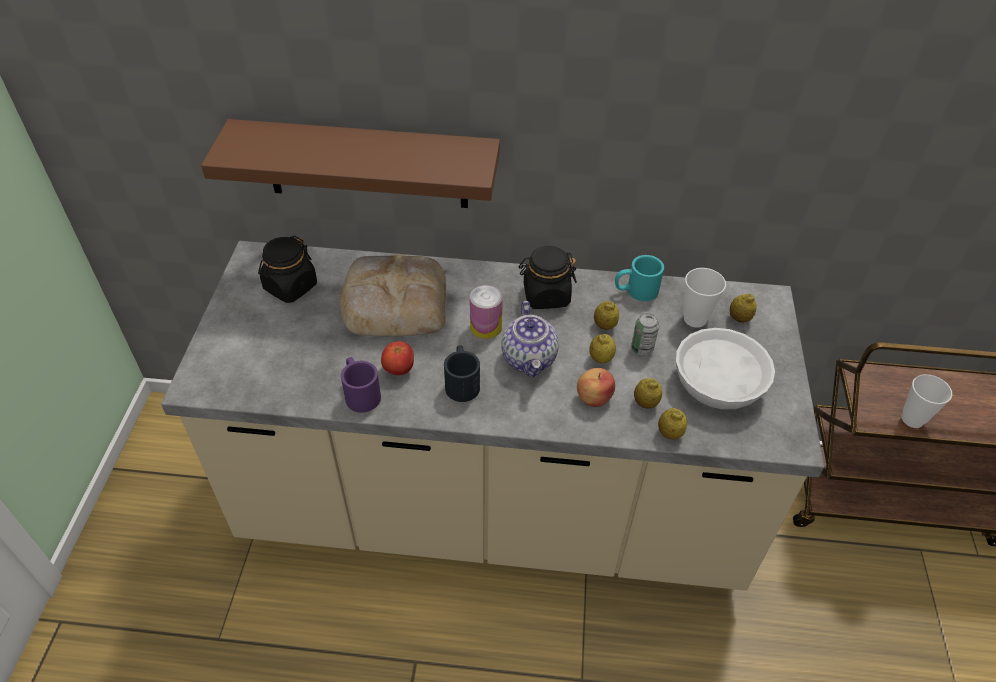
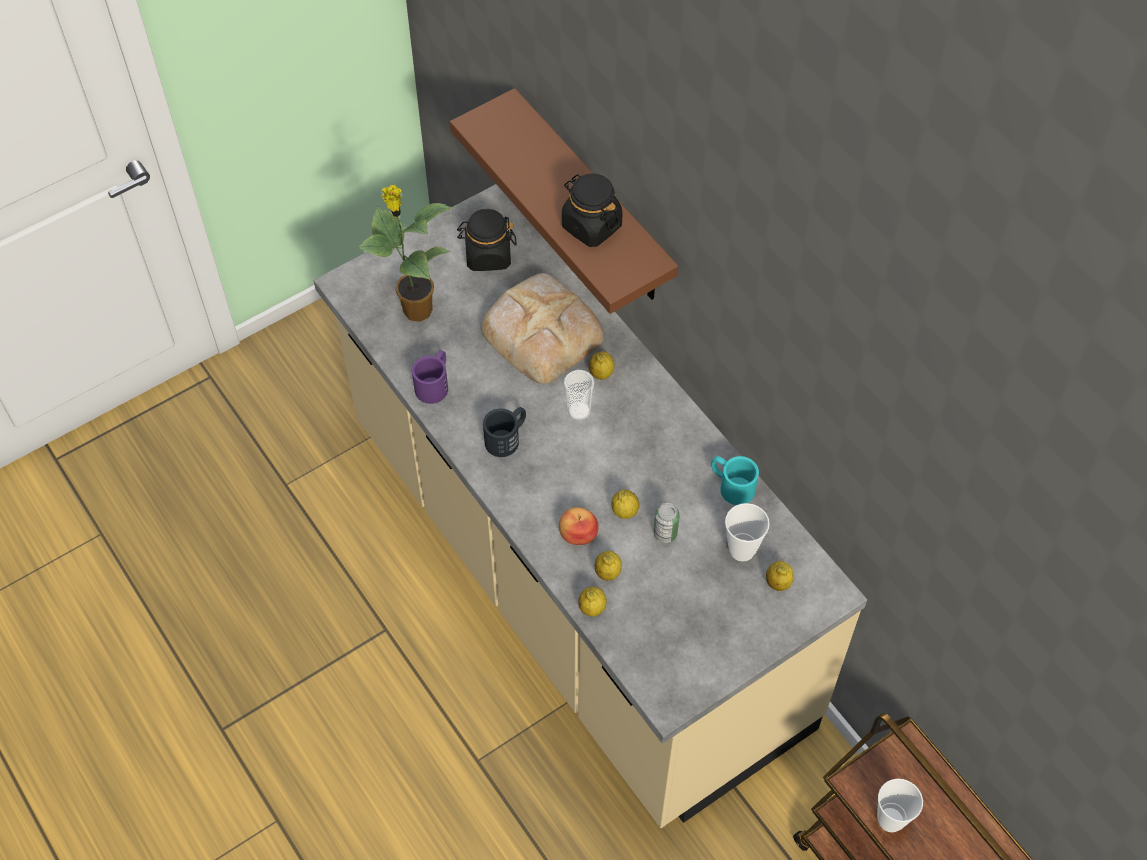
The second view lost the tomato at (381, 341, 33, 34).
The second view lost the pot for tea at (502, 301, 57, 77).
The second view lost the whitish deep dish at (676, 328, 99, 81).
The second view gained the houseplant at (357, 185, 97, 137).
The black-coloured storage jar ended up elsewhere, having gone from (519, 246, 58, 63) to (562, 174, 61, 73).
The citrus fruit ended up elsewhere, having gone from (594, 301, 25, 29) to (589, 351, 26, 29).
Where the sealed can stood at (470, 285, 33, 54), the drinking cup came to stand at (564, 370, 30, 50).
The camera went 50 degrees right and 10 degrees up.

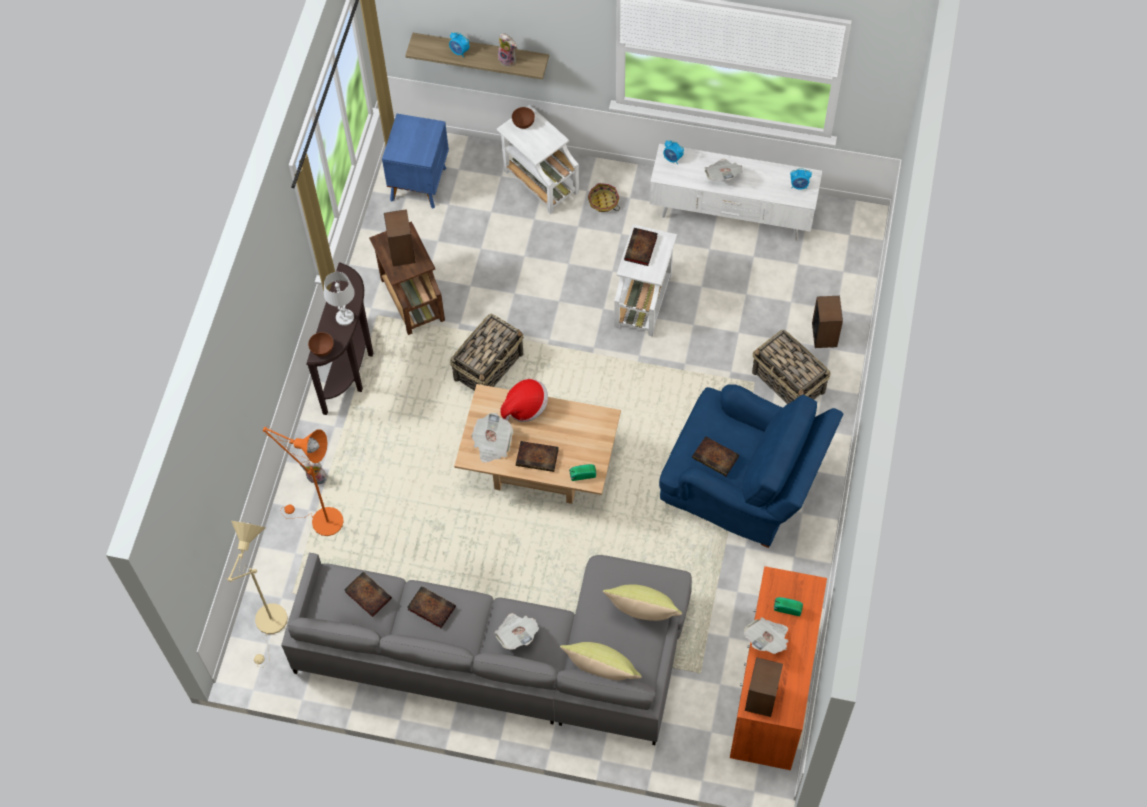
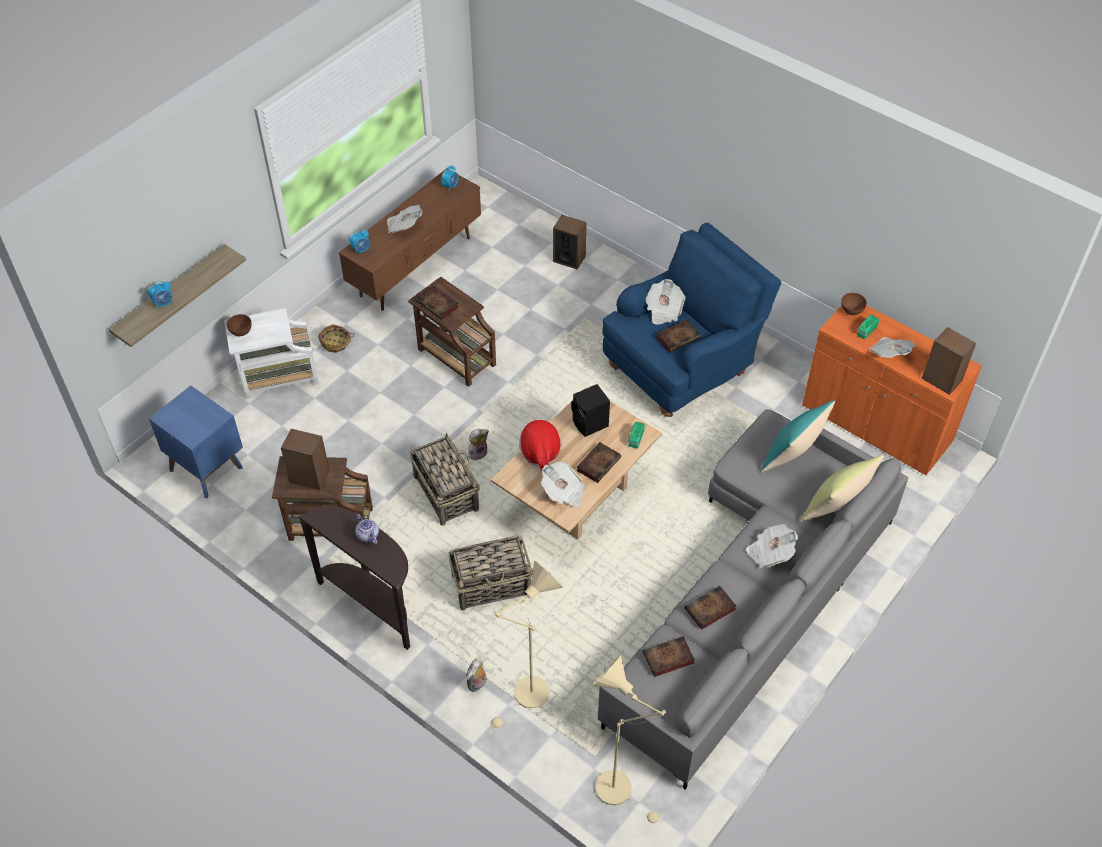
The second view gained the black-coloured audio speaker at (571, 384, 39, 53).
The second view gained the daily paper at (645, 279, 41, 46).
The brown deep dish ended up elsewhere, having gone from (308, 332, 26, 24) to (841, 293, 26, 22).
The plush toy ended up elsewhere, having gone from (498, 33, 19, 34) to (468, 429, 21, 31).
The storage basket ended up elsewhere, having gone from (752, 330, 78, 74) to (449, 535, 84, 76).
Where the whitish table lamp stood at (324, 272, 31, 54), the pot for tea came to stand at (355, 513, 24, 32).
What was the orange-coloured standing lamp at (263, 426, 81, 110) turned into the beige standing lamp at (491, 560, 72, 172).
What was the yellow throw pillow at (603, 584, 79, 37) turned into the turquoise throw pillow at (760, 400, 75, 72).
What was the whitish side table at (614, 224, 63, 113) turned into the brown side table at (408, 277, 88, 110).
What was the whitish media console at (650, 144, 172, 97) turned into the brown media console at (339, 168, 142, 143).
The camera went 65 degrees left and 10 degrees down.

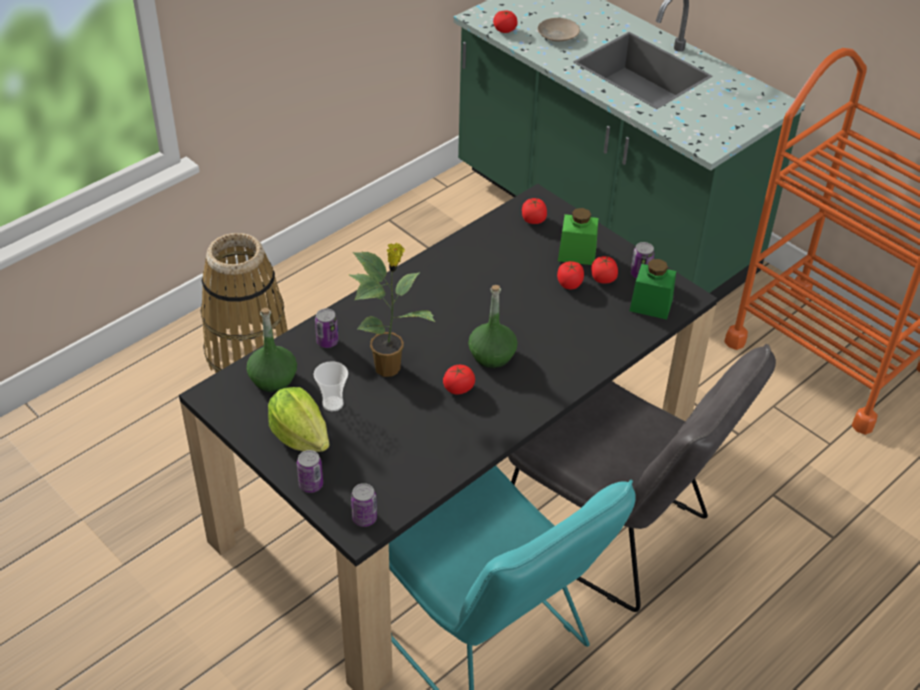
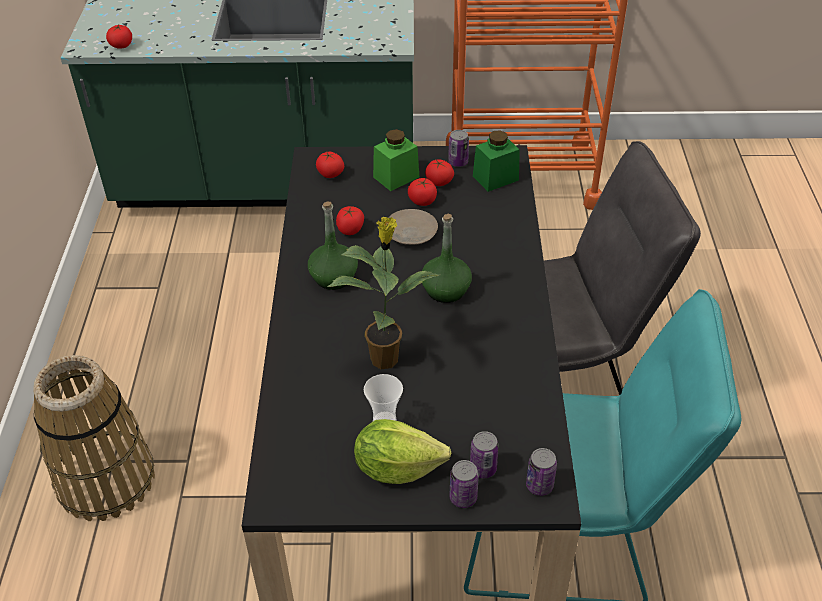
The greenish drink bottle ended up elsewhere, having gone from (246, 308, 51, 84) to (308, 201, 50, 89).
The sealed can ended up elsewhere, having gone from (315, 308, 23, 40) to (470, 431, 29, 47).
The tomato ended up elsewhere, having gone from (443, 365, 32, 29) to (336, 206, 28, 29).
The beige flat dish ended up elsewhere, having gone from (537, 18, 43, 24) to (388, 209, 50, 36).
The camera went 45 degrees left and 0 degrees up.

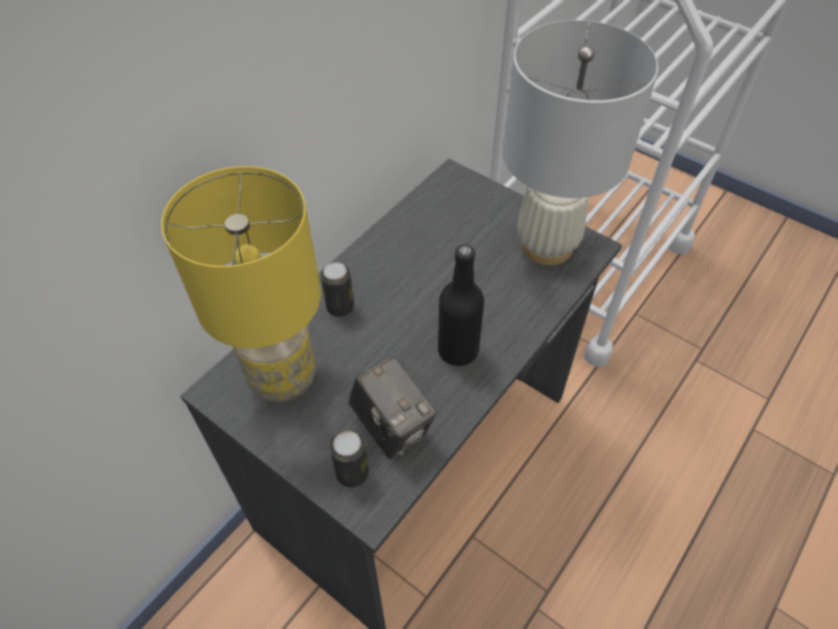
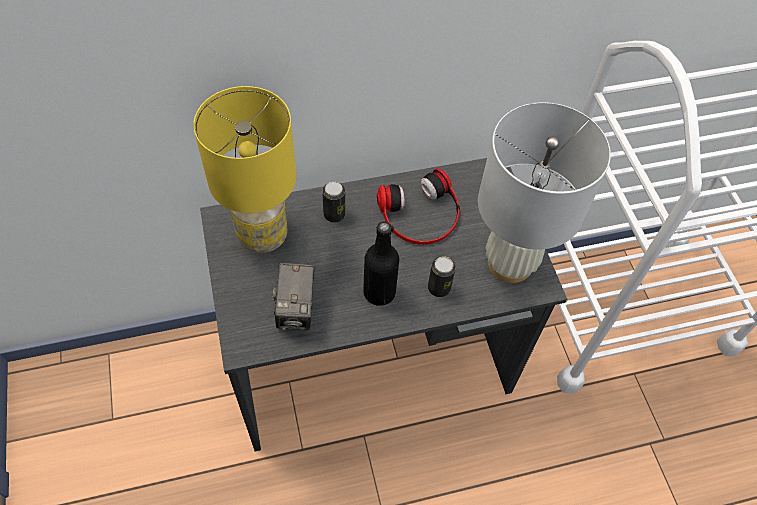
The second view gained the headset at (377, 169, 83, 76).
The sealed can ended up elsewhere, having gone from (330, 430, 39, 58) to (428, 256, 28, 41).
The camera went 35 degrees right and 5 degrees up.

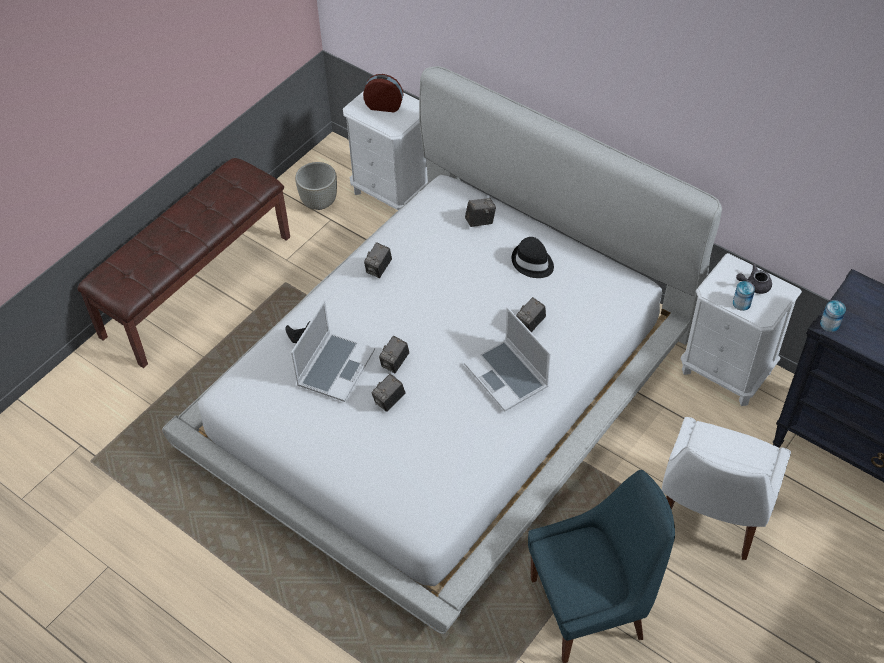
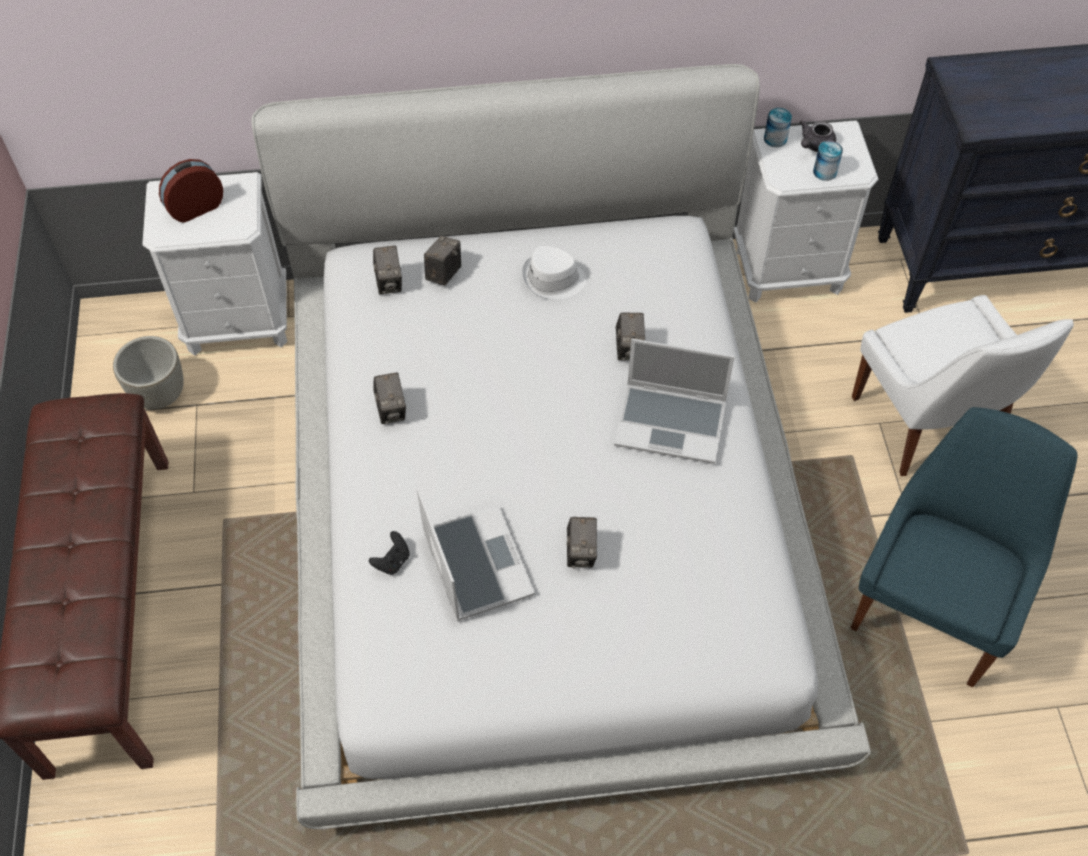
The still camera ended up elsewhere, having gone from (379, 336, 30, 37) to (373, 246, 29, 48).
The sealed can ended up elsewhere, having gone from (820, 300, 26, 32) to (764, 108, 28, 39).
What was the black-coloured hat at (512, 237, 42, 41) turned into the whitish hat at (522, 246, 64, 54).
The camera went 45 degrees left and 5 degrees up.

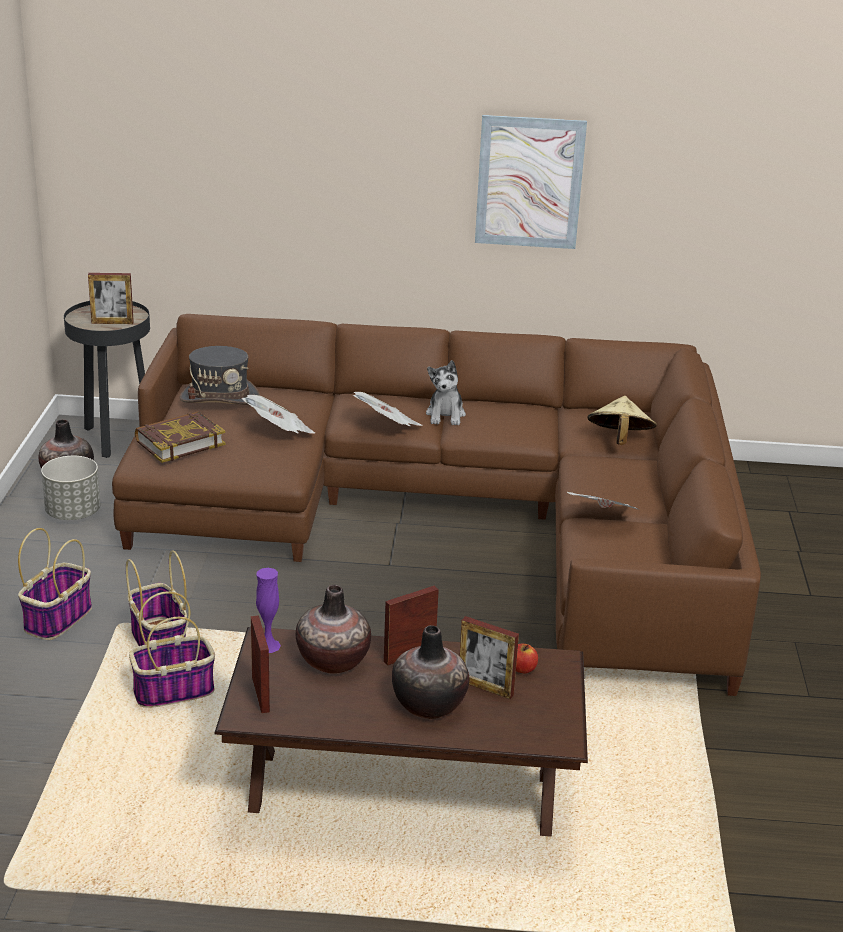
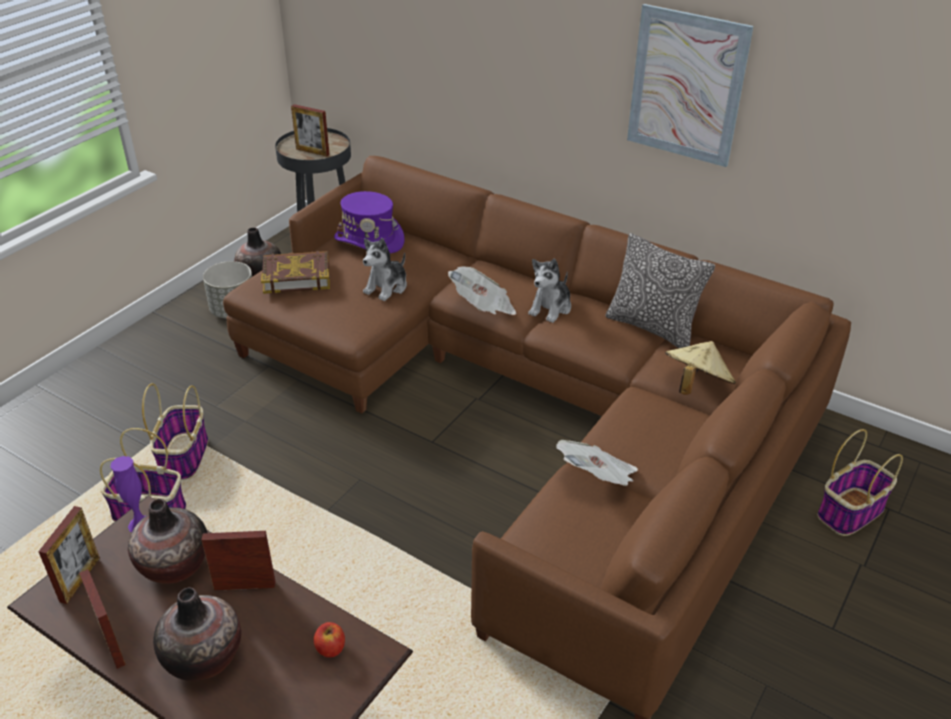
The second view gained the throw pillow at (605, 233, 110, 115).
The storage basket ended up elsewhere, having gone from (18, 528, 74, 112) to (817, 429, 86, 107).
The standing frame ended up elsewhere, having gone from (460, 616, 59, 83) to (79, 569, 47, 100).
Where the daily paper stood at (242, 395, 73, 39), the plush toy came to stand at (363, 238, 44, 63).
What was the grey hat at (180, 346, 80, 59) turned into the purple-coloured hat at (334, 191, 70, 63).
The camera went 30 degrees right and 10 degrees up.

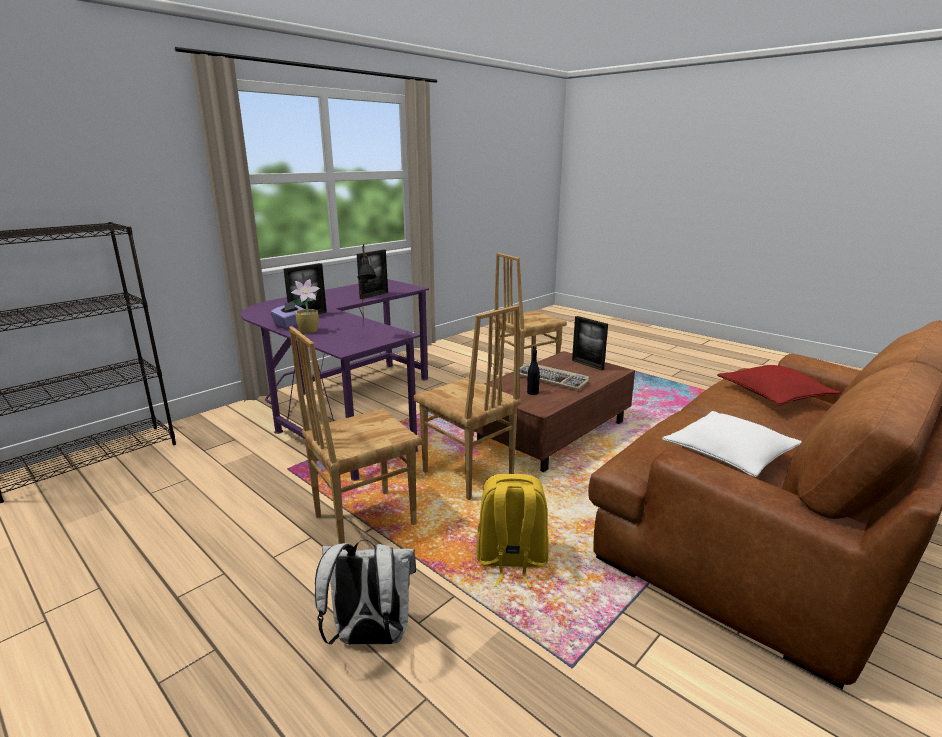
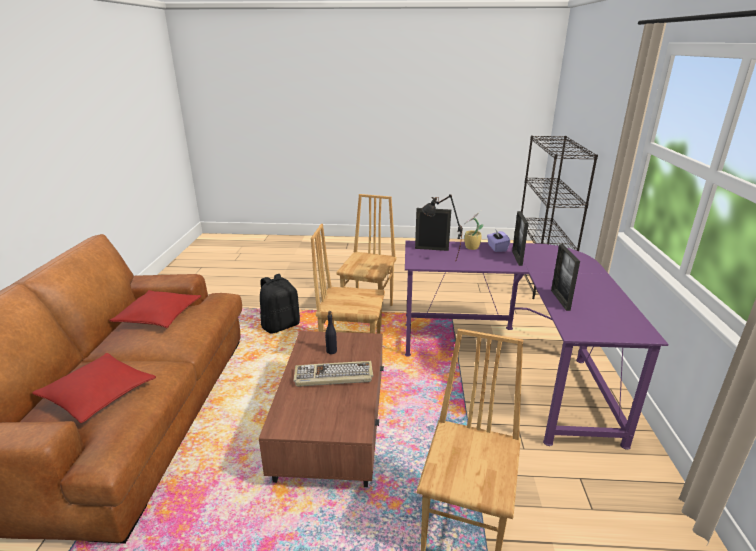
The second view lost the whitish knapsack at (315, 539, 101, 106).
The standing frame ended up elsewhere, having gone from (572, 316, 36, 54) to (415, 208, 36, 43).
What was the yellow knapsack at (476, 474, 73, 114) turned into the black-coloured knapsack at (260, 274, 40, 60).
What was the whitish throw pillow at (662, 411, 140, 66) turned into the reddish throw pillow at (109, 290, 92, 38).
The camera went 140 degrees right and 5 degrees up.

